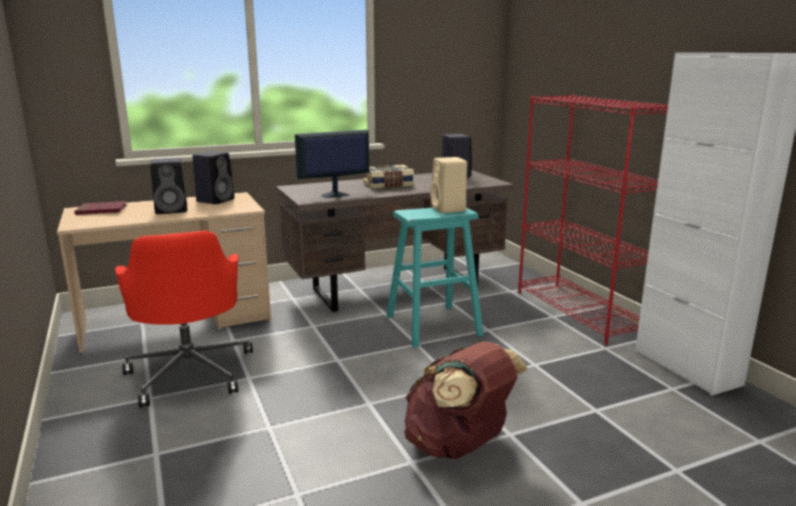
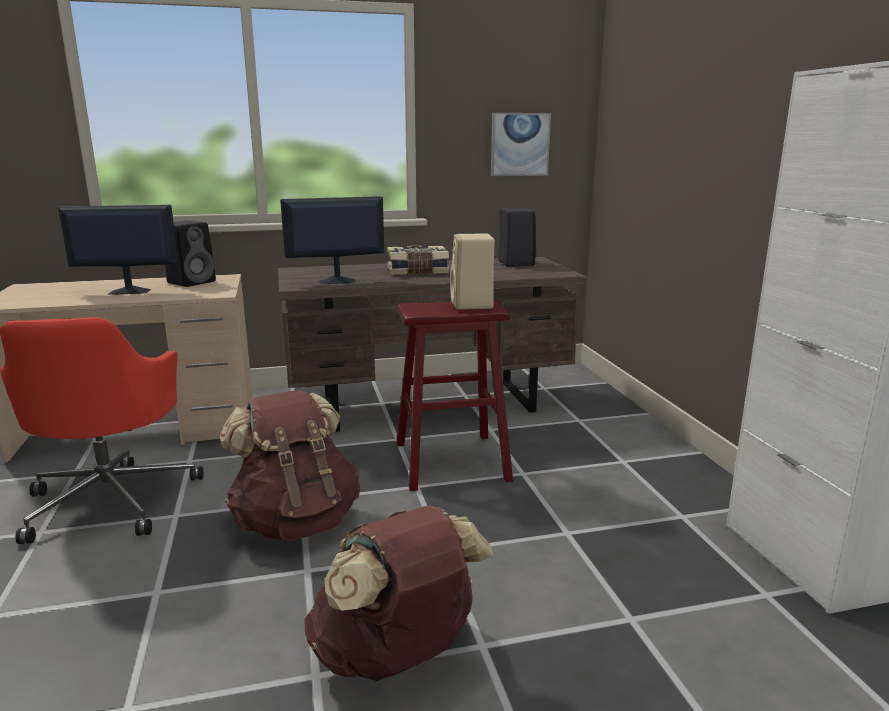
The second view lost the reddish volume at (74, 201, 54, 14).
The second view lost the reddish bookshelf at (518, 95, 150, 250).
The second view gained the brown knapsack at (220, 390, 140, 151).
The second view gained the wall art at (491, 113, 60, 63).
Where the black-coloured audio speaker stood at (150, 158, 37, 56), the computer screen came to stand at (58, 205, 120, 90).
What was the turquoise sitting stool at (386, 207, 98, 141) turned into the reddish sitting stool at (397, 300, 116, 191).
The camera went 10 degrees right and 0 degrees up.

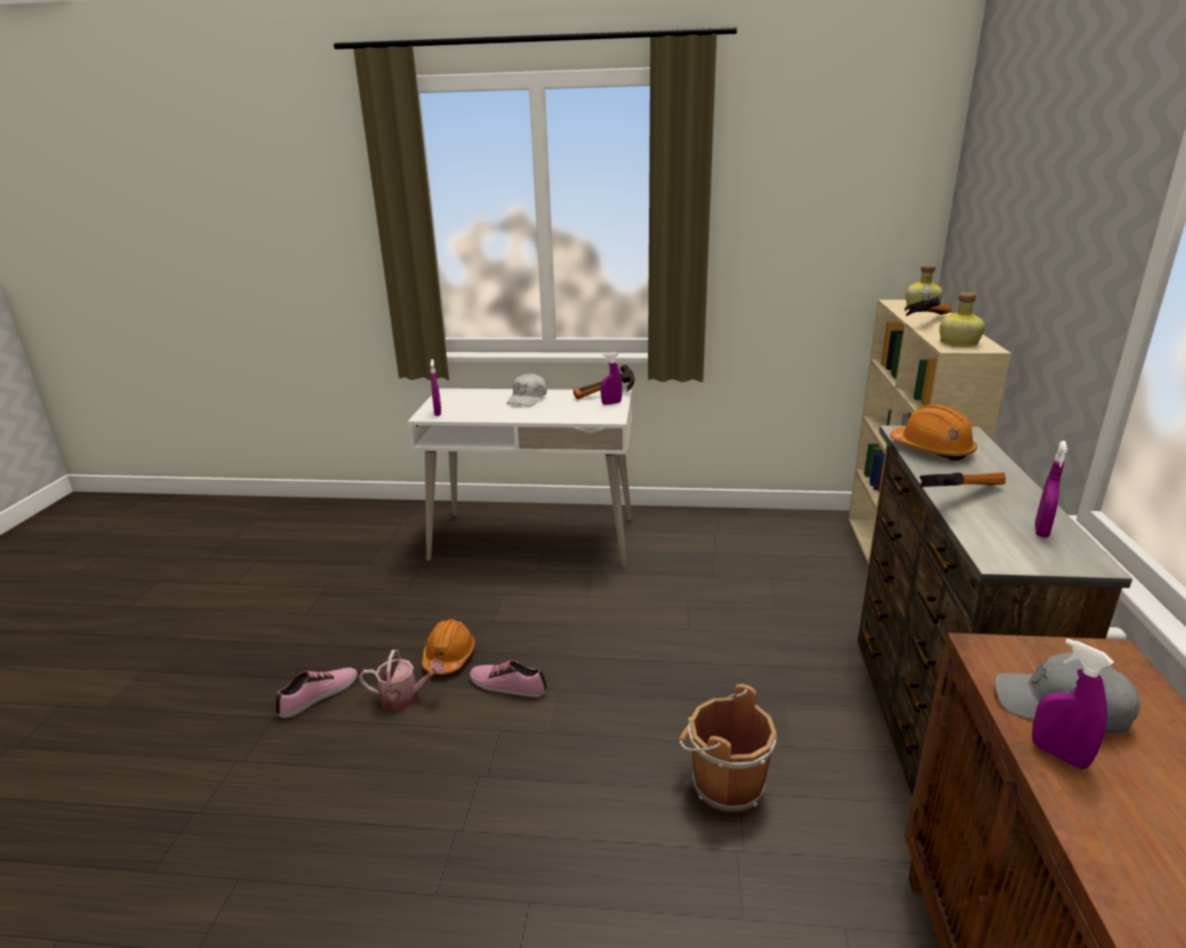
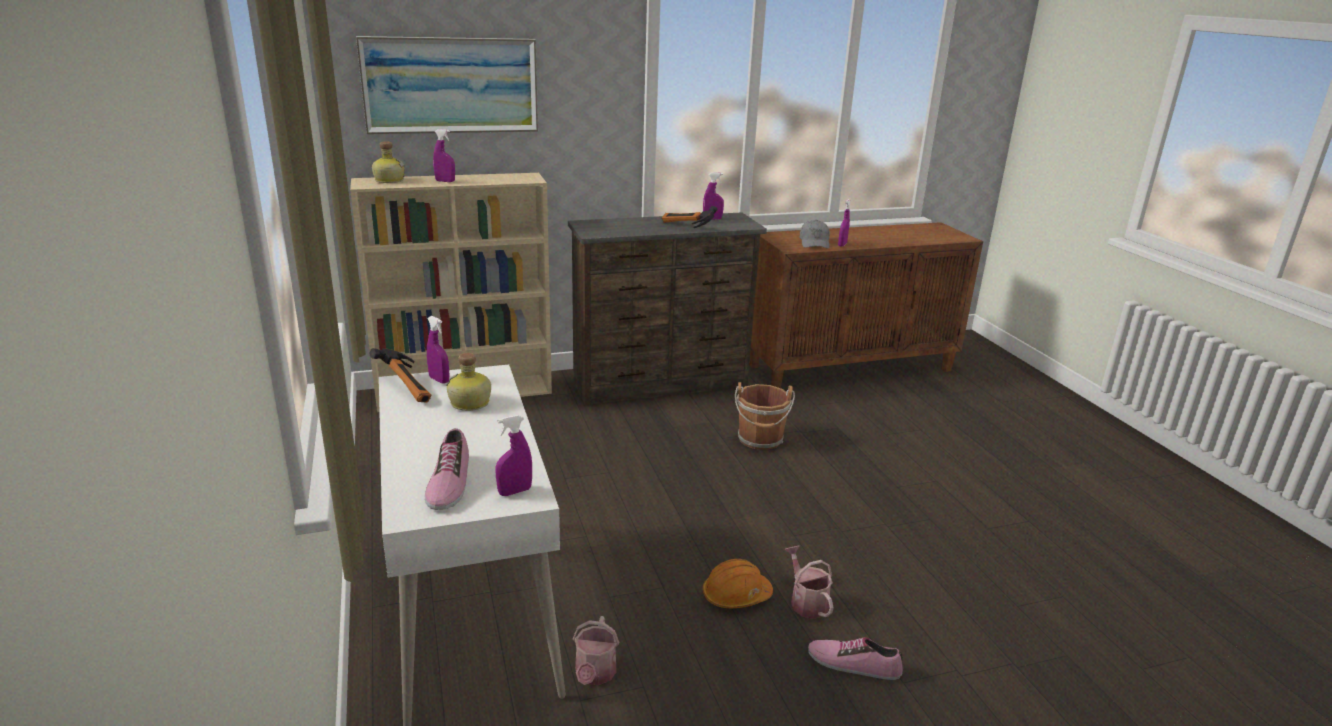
The second view lost the whitish peaked cap at (507, 373, 40, 34).
The second view lost the orange-coloured hard hat at (890, 405, 87, 55).
The second view gained the wall art at (356, 36, 182, 98).
The second view gained the watering pot at (573, 616, 46, 69).
The low shoe ended up elsewhere, having gone from (469, 660, 78, 37) to (425, 428, 44, 82).
The drink bottle ended up elsewhere, having gone from (940, 292, 45, 55) to (446, 353, 45, 58).
Where the hammer stood at (905, 297, 46, 19), the purple-coloured hand sprayer came to stand at (433, 129, 22, 53).
The camera went 115 degrees left and 0 degrees up.

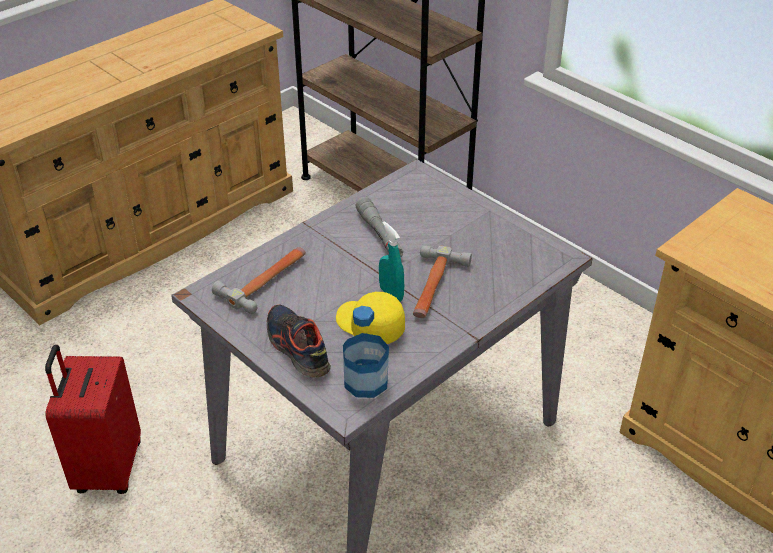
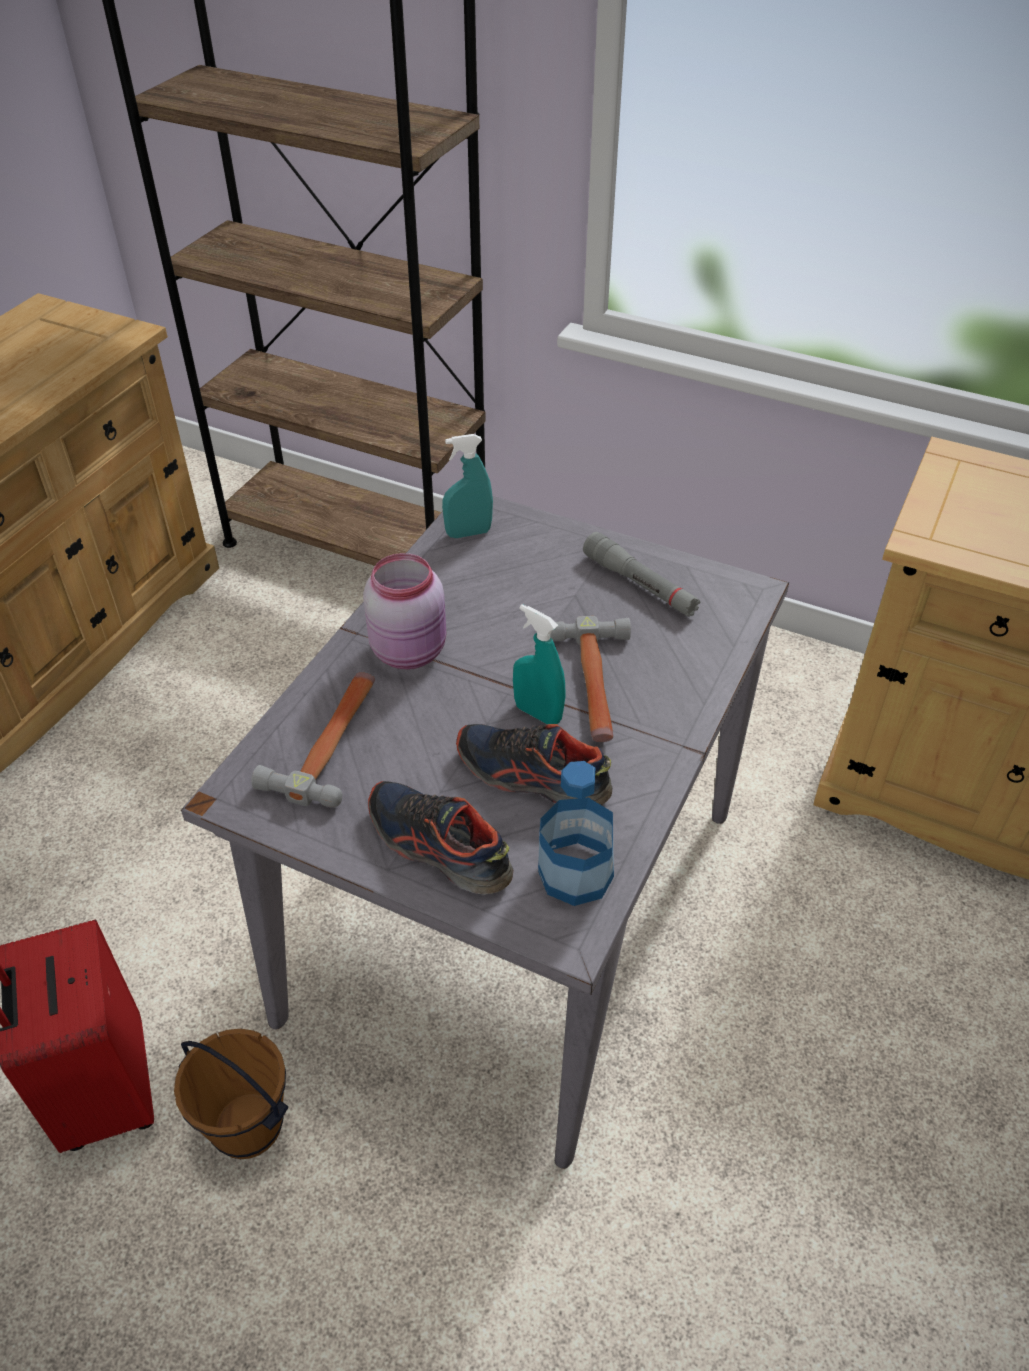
The second view gained the brown water bucket at (174, 1029, 114, 130).
The second view gained the pink-coloured storage jar at (363, 553, 83, 116).
The second view gained the turquoise hand sprayer at (442, 434, 51, 104).
The grey hand torch ended up elsewhere, having gone from (355, 197, 48, 60) to (583, 532, 117, 85).
Where the yellow peaked cap stood at (336, 291, 69, 53), the low shoe came to stand at (456, 724, 156, 81).
The camera went 20 degrees left and 5 degrees up.

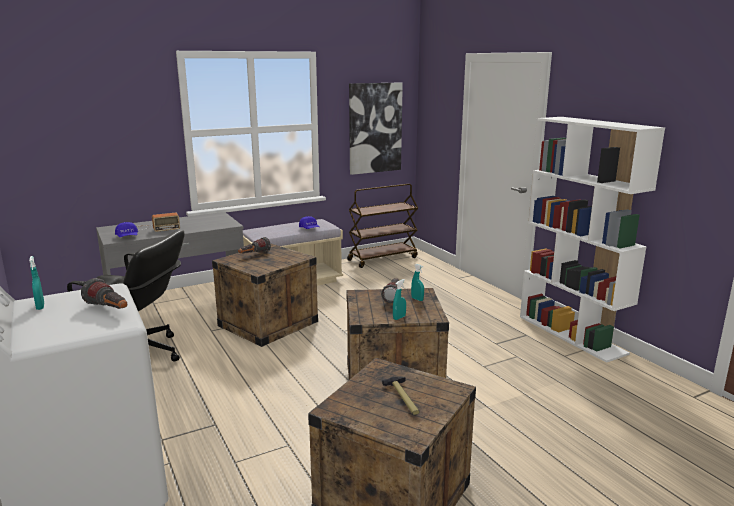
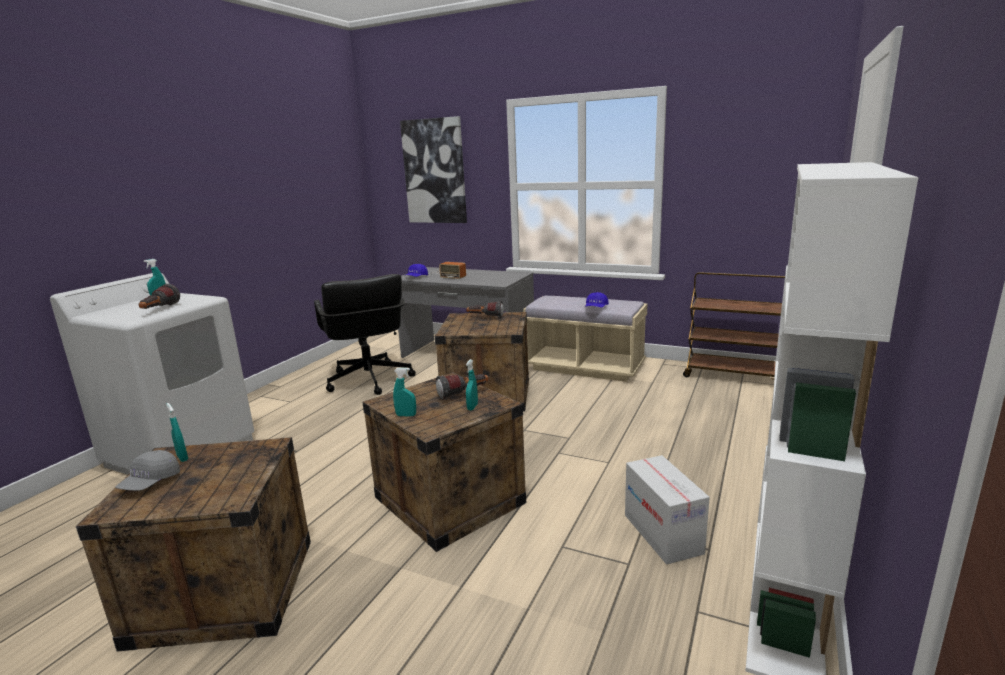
The second view lost the hammer at (382, 376, 38, 39).
The second view gained the grey peaked cap at (115, 450, 65, 41).
The second view gained the turquoise hand sprayer at (167, 403, 21, 59).
The second view gained the carton at (625, 455, 85, 109).
The wall art ended up elsewhere, having gone from (349, 82, 54, 93) to (400, 116, 67, 107).
The camera went 55 degrees right and 0 degrees up.

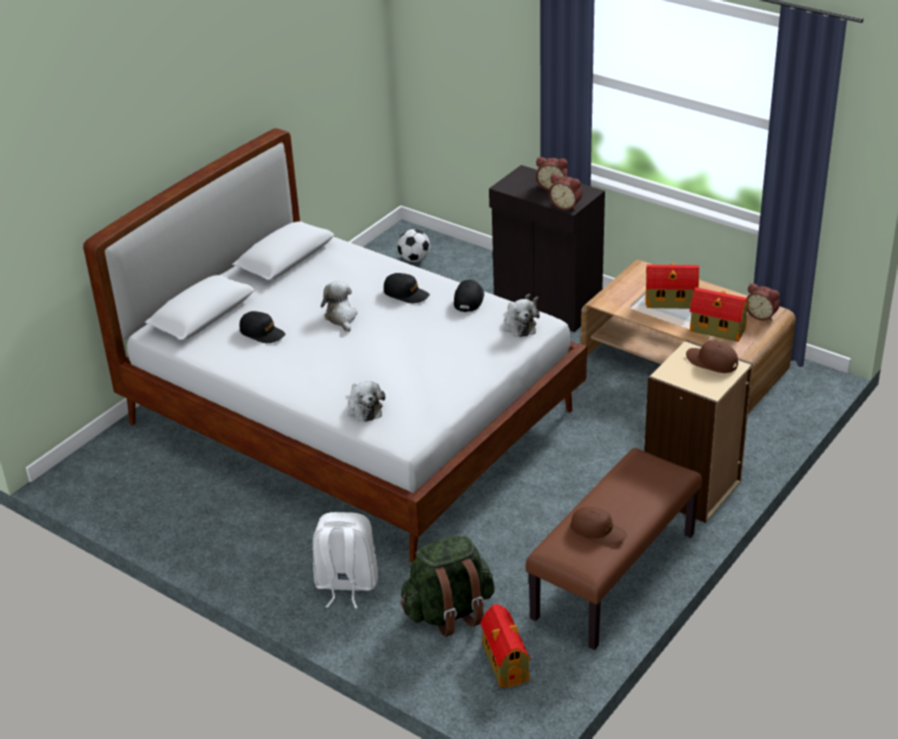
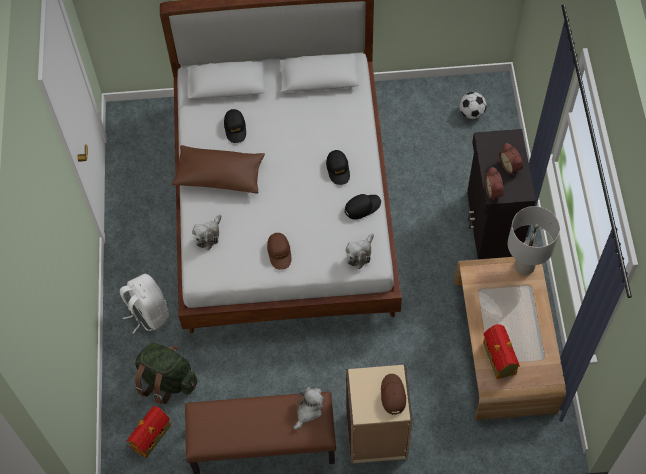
The second view lost the miniature house at (645, 263, 54, 46).
The second view lost the alarm clock at (747, 284, 33, 37).
The second view gained the brown throw pillow at (172, 145, 93, 49).
The second view gained the grey table lamp at (508, 206, 52, 69).
The plush toy ended up elsewhere, having gone from (321, 281, 37, 51) to (293, 386, 31, 44).
The brown peaked cap ended up elsewhere, having gone from (571, 507, 56, 39) to (267, 233, 25, 37).
The camera went 50 degrees right and 25 degrees up.

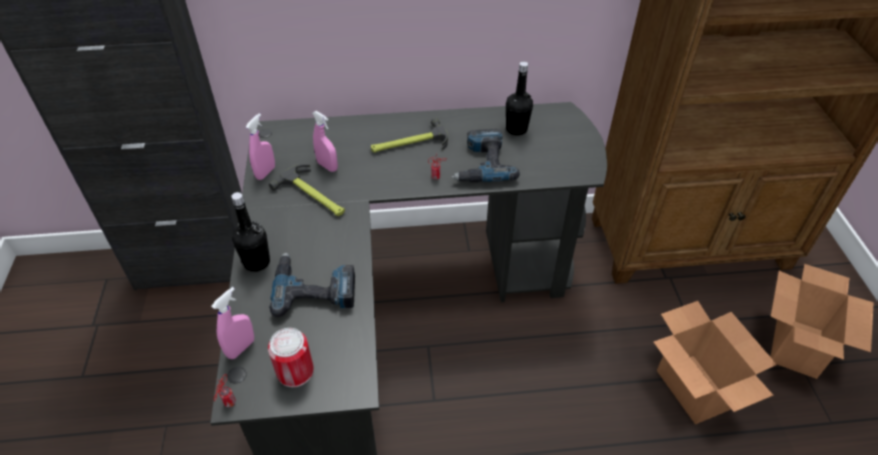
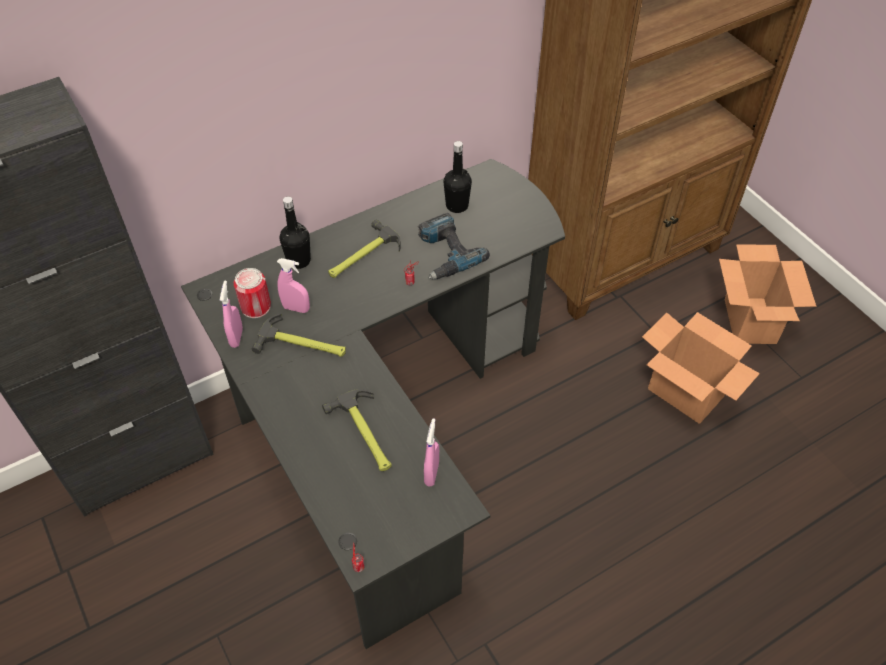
The pink-coloured hand sprayer ended up elsewhere, having gone from (211, 287, 43, 72) to (424, 418, 15, 69).
The black-coloured drink bottle ended up elsewhere, having gone from (231, 192, 39, 80) to (279, 196, 32, 73).
The sealed can ended up elsewhere, having gone from (268, 328, 46, 59) to (234, 268, 37, 50).
Where the power drill stood at (269, 252, 86, 65), the hammer came to stand at (322, 389, 70, 82).
The camera went 25 degrees left and 5 degrees up.

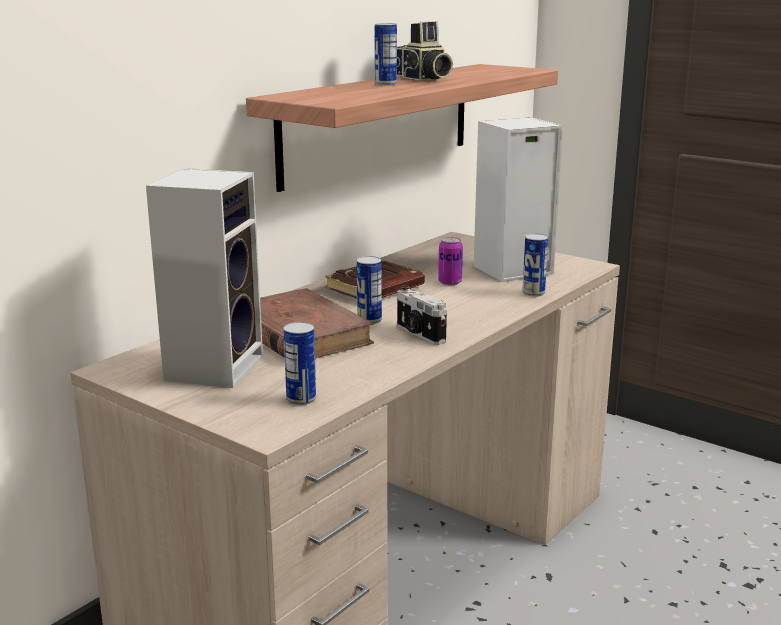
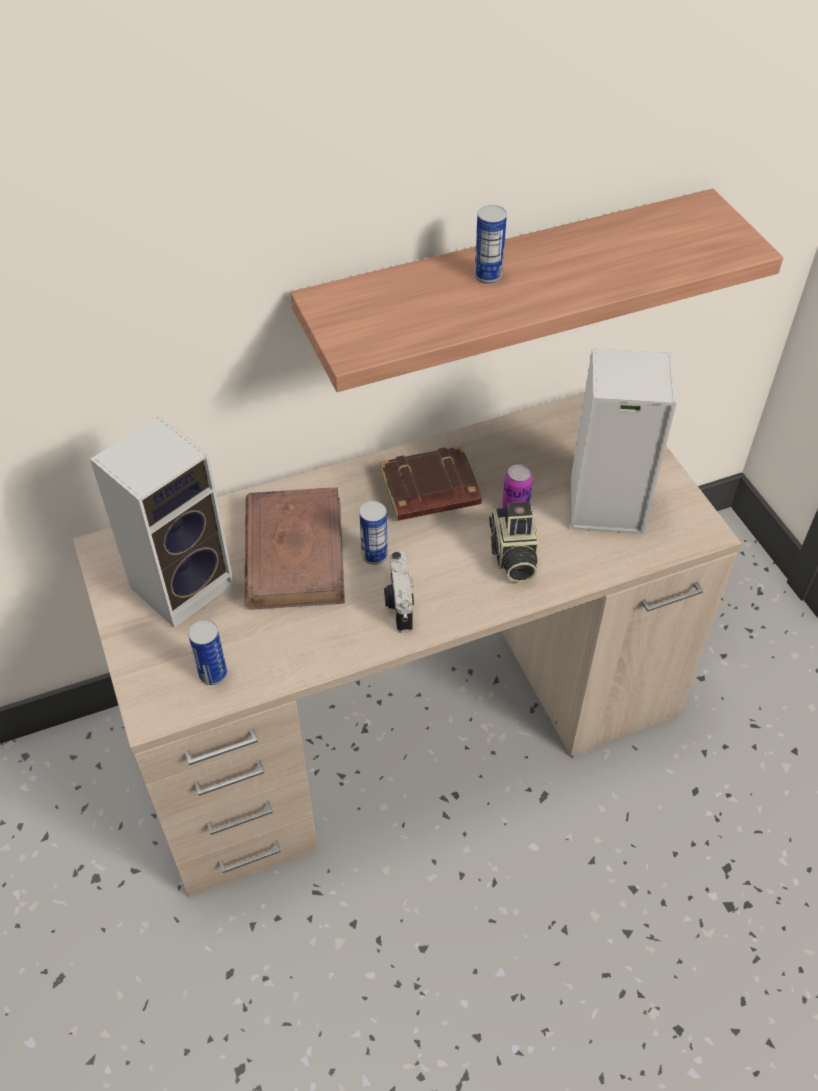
The second view lost the sealed can at (522, 233, 26, 64).
The still camera ended up elsewhere, having gone from (397, 21, 56, 60) to (489, 502, 50, 81).
The camera went 30 degrees right and 30 degrees up.

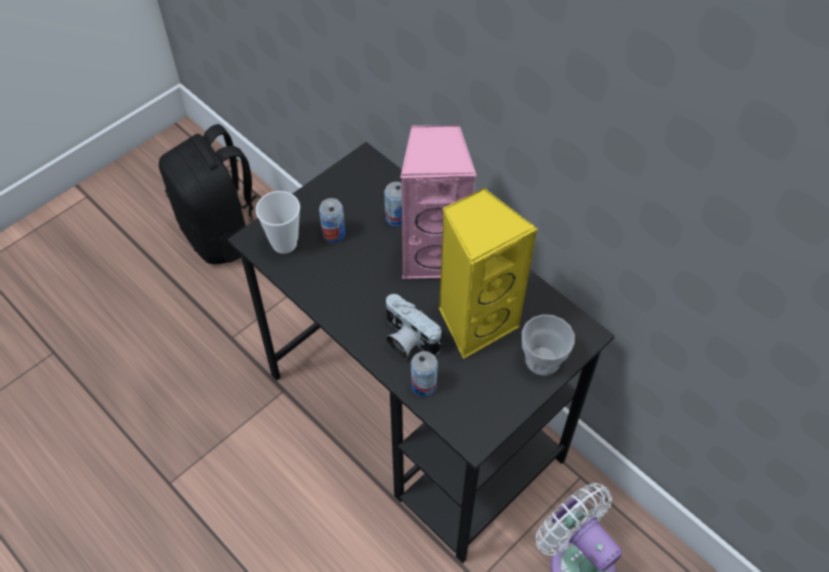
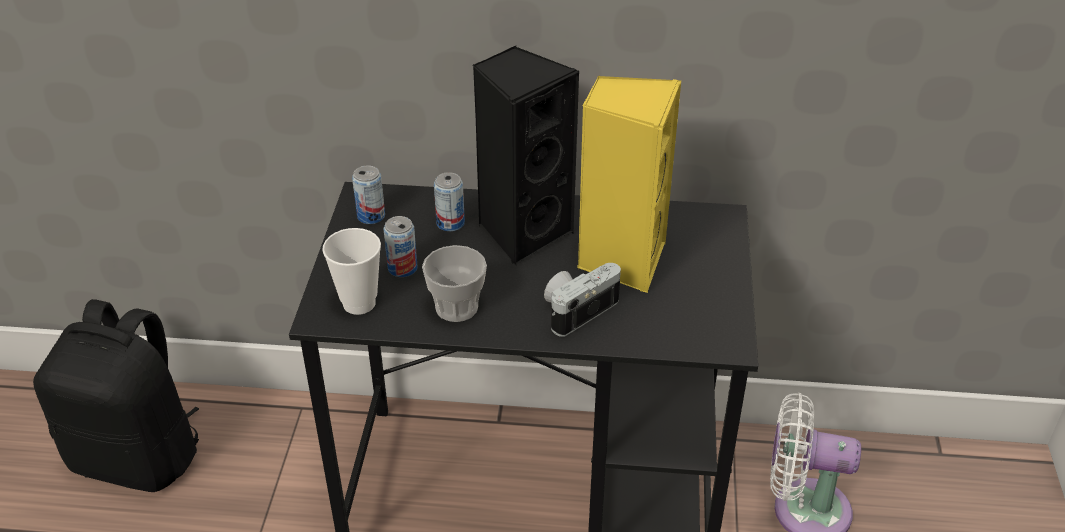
The sealed can ended up elsewhere, having gone from (411, 351, 27, 46) to (352, 165, 33, 59).
The drinking cup ended up elsewhere, having gone from (522, 314, 53, 62) to (422, 245, 65, 77).
What was the pink-coloured audio speaker at (400, 125, 77, 154) turned into the black-coloured audio speaker at (472, 46, 108, 220).
The still camera at (386, 294, 56, 65) ended up facing another way, 135 degrees clockwise from before.
The camera went 40 degrees left and 15 degrees down.

